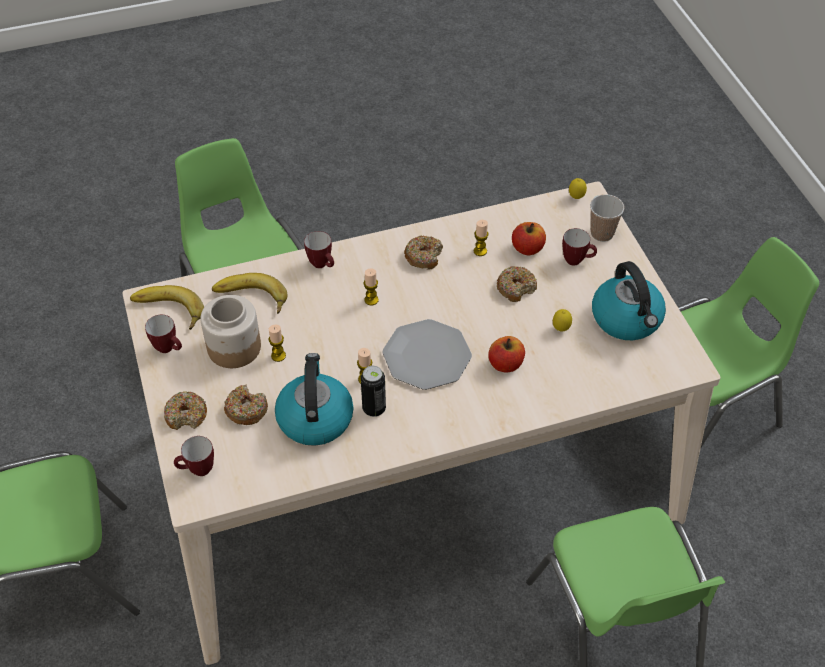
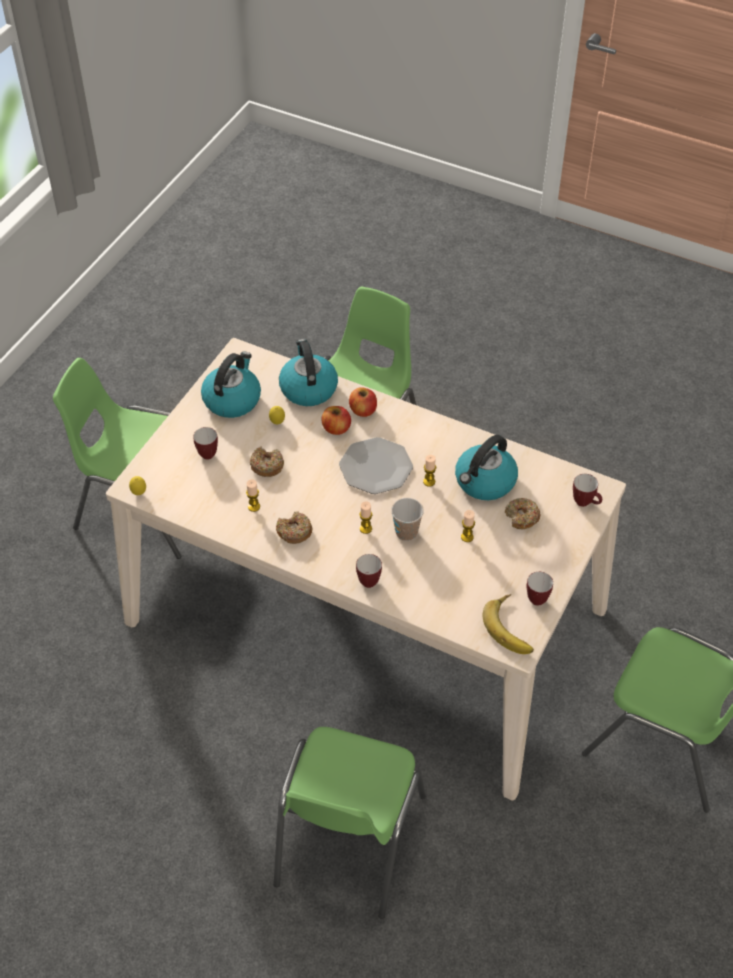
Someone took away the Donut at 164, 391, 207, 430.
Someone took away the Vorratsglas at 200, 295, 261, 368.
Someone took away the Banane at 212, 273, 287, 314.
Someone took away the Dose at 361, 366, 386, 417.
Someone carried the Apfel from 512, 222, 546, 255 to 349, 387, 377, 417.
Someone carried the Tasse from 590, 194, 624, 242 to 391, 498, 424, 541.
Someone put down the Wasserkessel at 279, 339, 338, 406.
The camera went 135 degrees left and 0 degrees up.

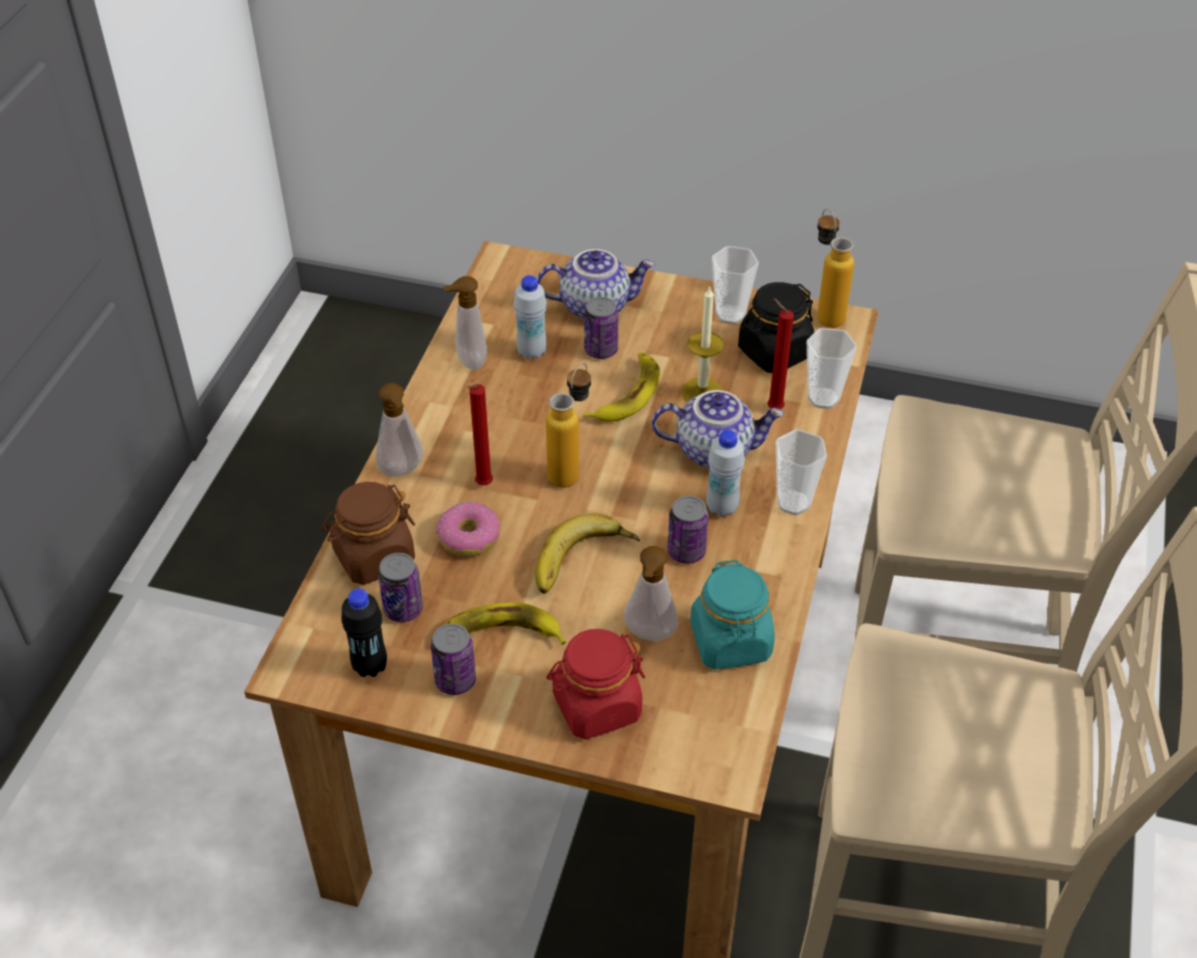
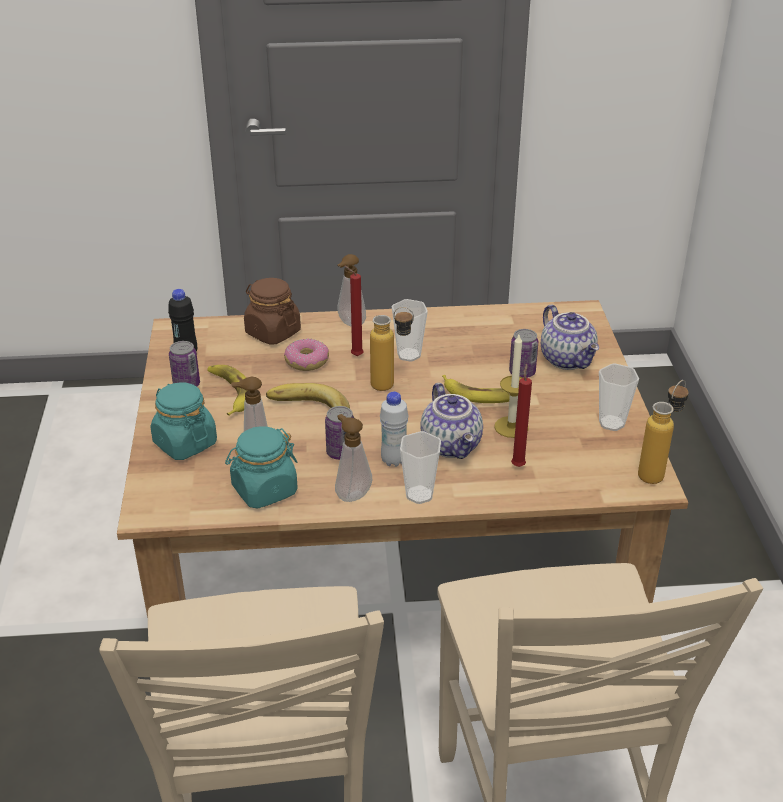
Someone took away the Dose at 378, 553, 423, 622.
Someone carried the Seifenspender from 443, 276, 487, 370 to 335, 414, 372, 502.
Someone took away the Flasche/weiß at 514, 275, 547, 360.
Someone repainted the Vorratsglas/rot at 546, 629, 645, 739, which became the Vorratsglas/türkis at 151, 383, 217, 460.
Someone took away the Vorratsglas/schwarz at 738, 282, 814, 373.
Someone carried the Tasse from 807, 328, 857, 409 to 392, 299, 428, 362.
The camera went 70 degrees right and 10 degrees down.

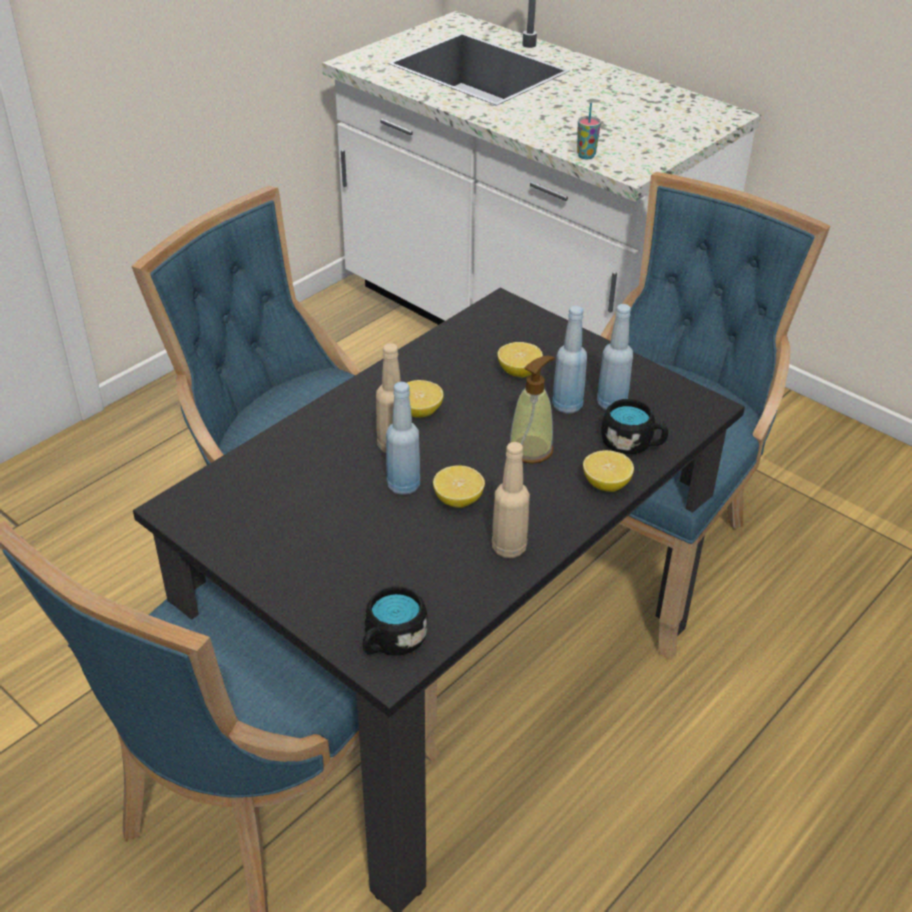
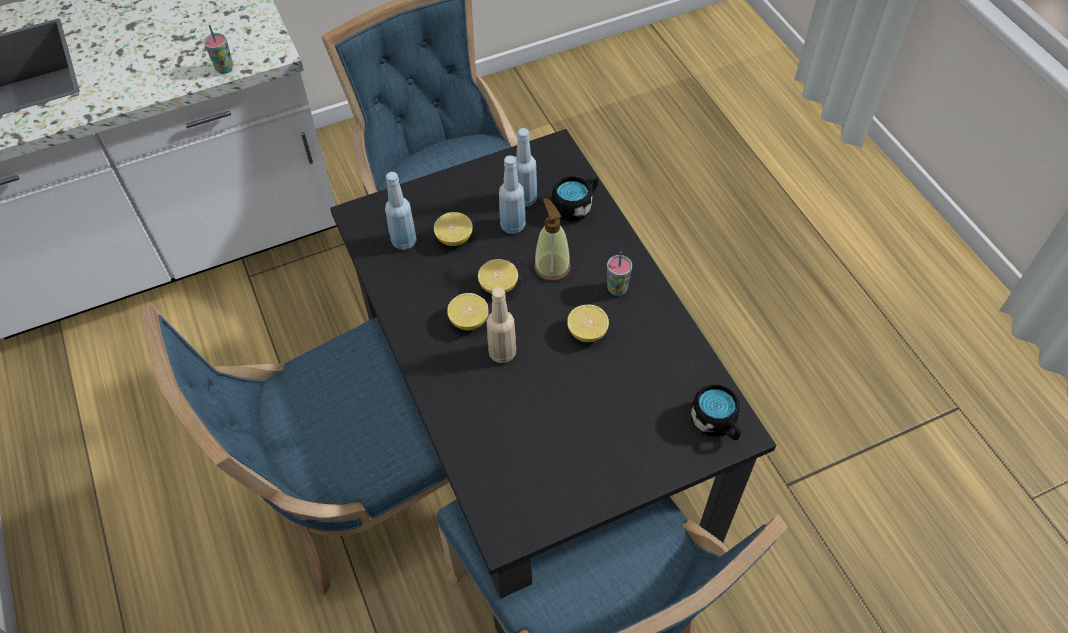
Someone carried the Flasche/blau from 386, 382, 420, 495 to 385, 172, 417, 250.
Someone took away the Flasche/beige at 492, 442, 530, 558.
Someone carried the Zitrone from 583, 450, 634, 492 to 478, 259, 518, 294.
Someone put down the Tasse at 607, 251, 632, 296.
The camera went 65 degrees left and 15 degrees up.

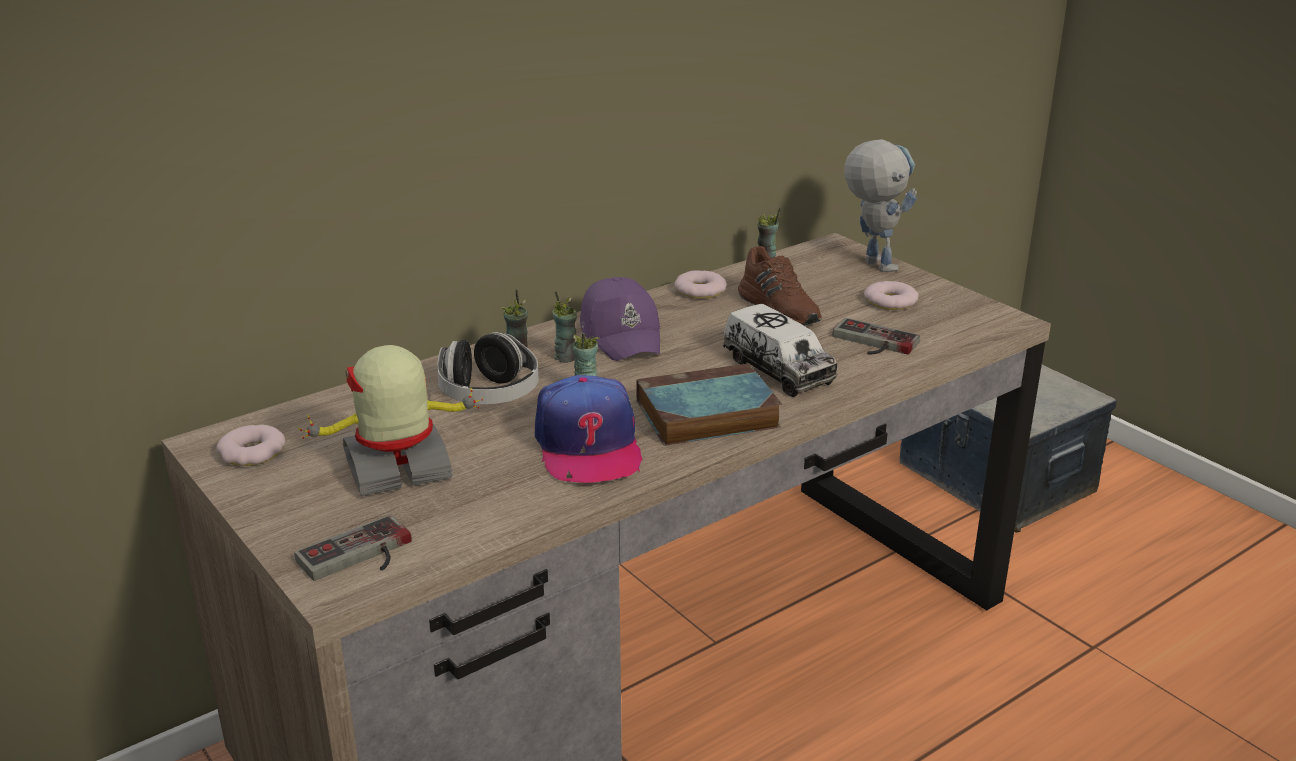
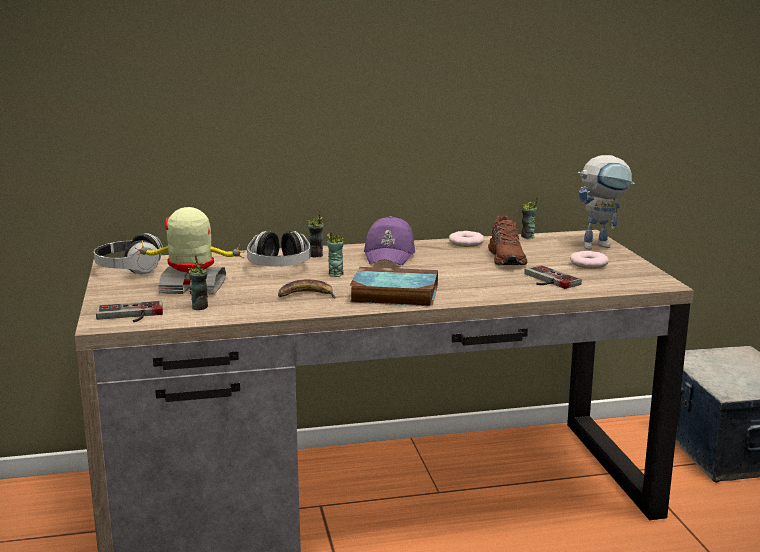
Someone swapped the Donut at 216, 425, 285, 466 for the Kopfhörer at 94, 233, 163, 274.
Someone swapped the Kappe at 535, 375, 643, 483 for the Banane at 278, 280, 337, 299.
Someone carried the Tasse from 552, 291, 577, 363 to 187, 255, 208, 310.
Someone took away the Spielzeuglaster at 723, 304, 838, 397.
Someone rotated the Spielzeugroboter at 845, 139, 917, 272 by 75 degrees clockwise.
The camera went 25 degrees right and 10 degrees down.

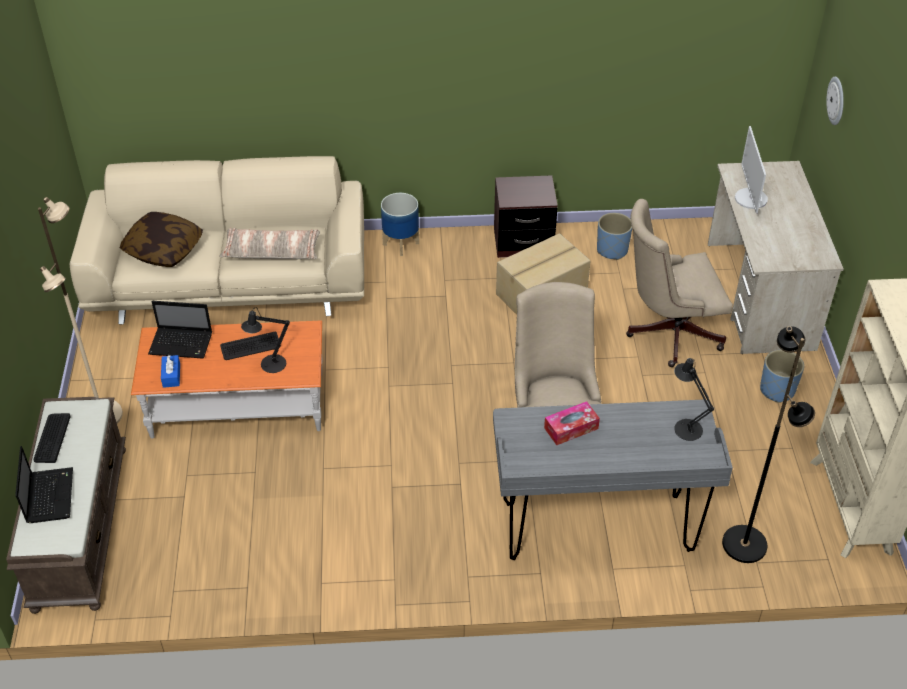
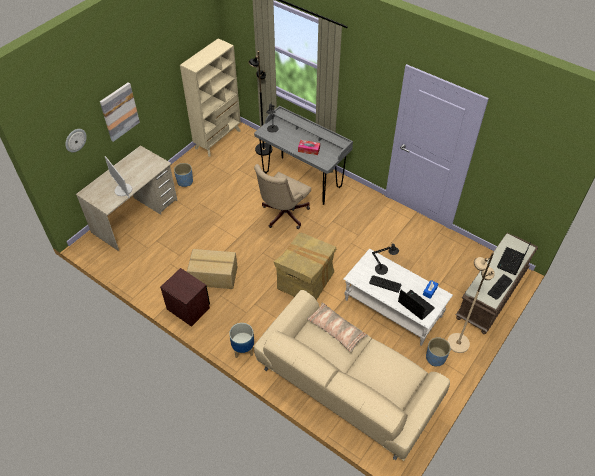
Someone took away the Kissen at 120, 212, 203, 267.
Someone repainted the Couchtisch/orange at 131, 321, 322, 439, which became the Couchtisch/weiß at 343, 249, 453, 346.
Someone carried the Pflanzkübel/blau from 597, 213, 632, 260 to 426, 337, 451, 366.
Someone took away the Bürostuhl/beige at 626, 199, 733, 367.
Someone rotated the Monitor at 735, 126, 768, 213 by 105 degrees clockwise.
Someone put up the Bild at 100, 82, 140, 142.
Someone put down the Karton at 273, 233, 336, 300.
The camera went 140 degrees left and 5 degrees up.

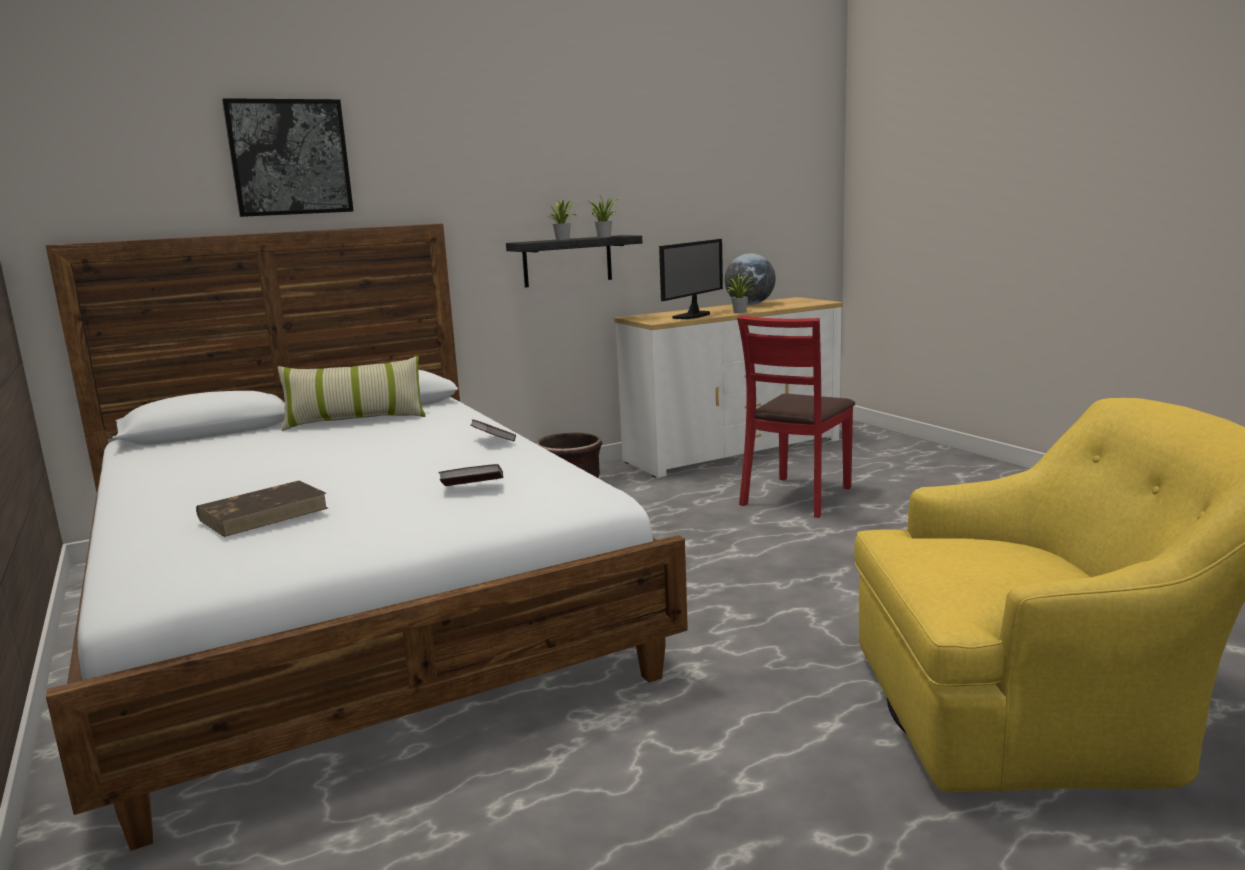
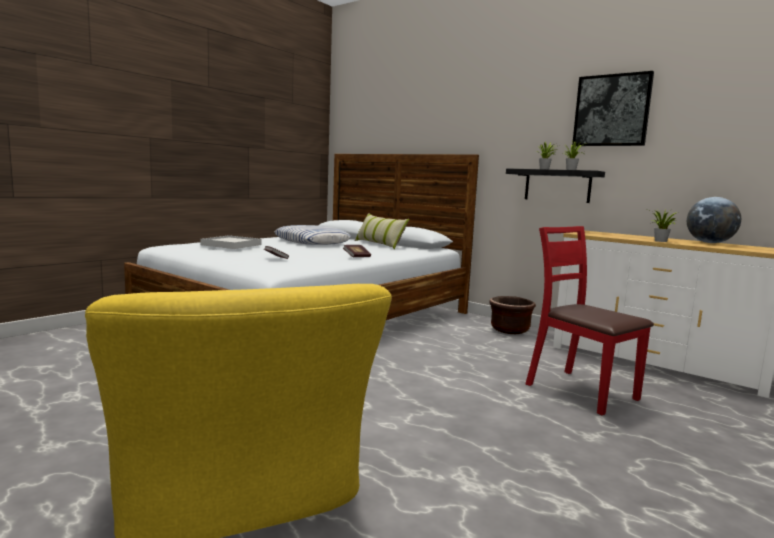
Someone swapped the Buch/braun at 196, 481, 328, 537 for the Tablett/weiß at 200, 235, 261, 249.
Someone carried the Bild from 222, 98, 354, 217 to 572, 71, 654, 146.
Someone took away the Monitor at 659, 239, 723, 319.
Someone rotated the Stuhl/rot at 737, 316, 855, 518 by 45 degrees clockwise.
Someone put down the Kissen at 275, 225, 351, 245.
The camera went 65 degrees right and 5 degrees down.

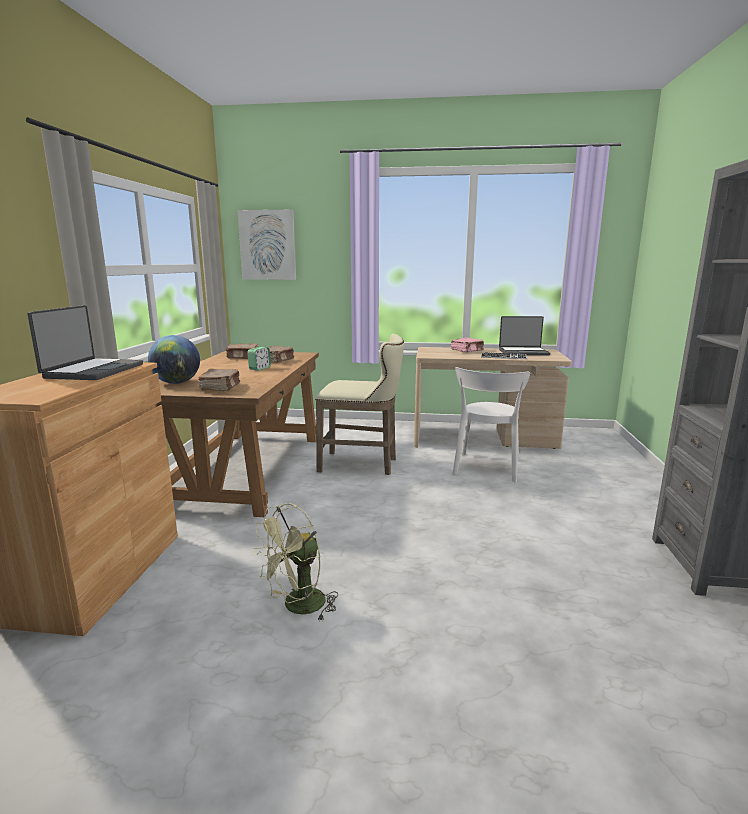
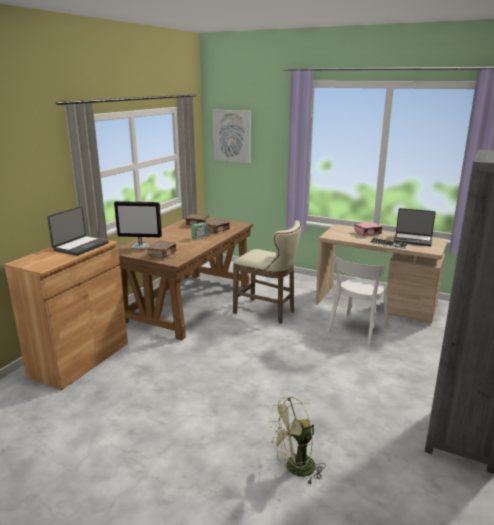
Someone swapped the Globus at 148, 335, 200, 384 for the Monitor at 114, 201, 162, 249.
Someone carried the Ventilator/grün from 253, 503, 338, 621 to 269, 397, 326, 485.
The camera went 20 degrees right and 5 degrees up.

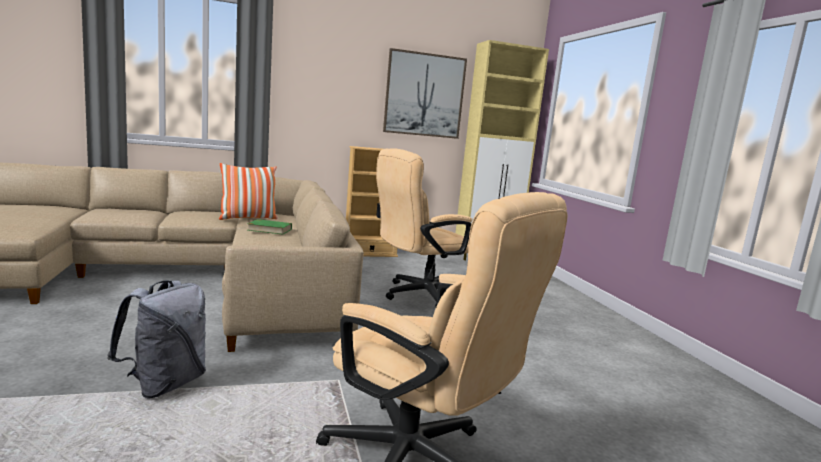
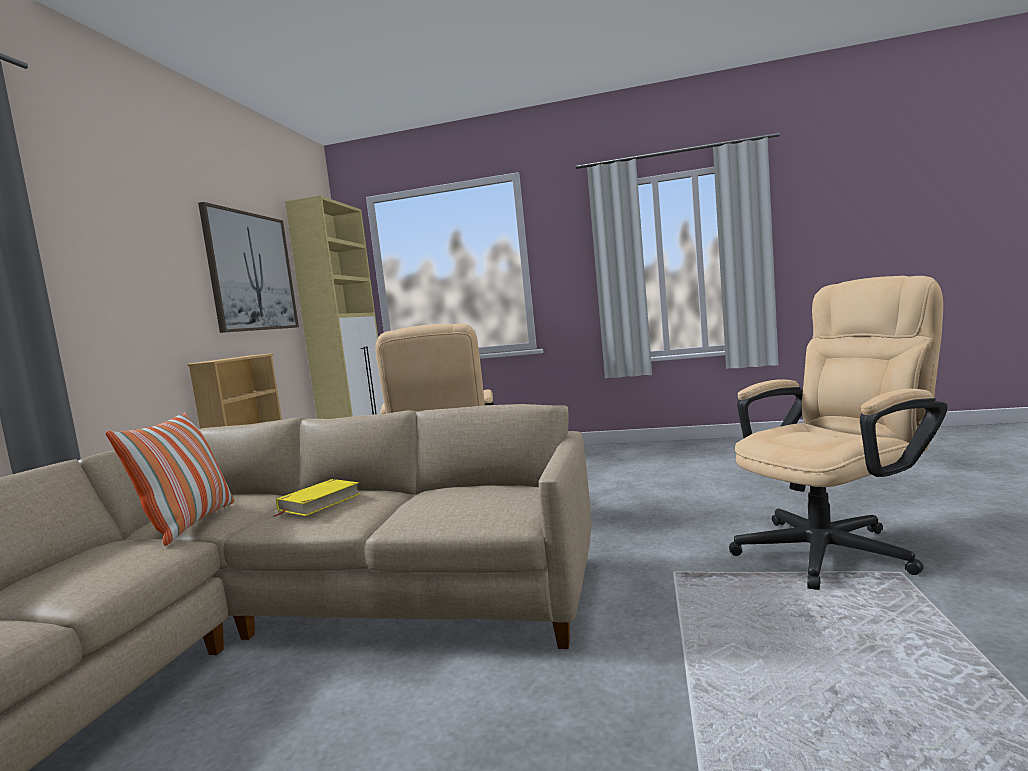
Someone took away the Rucksack/grau at 107, 280, 206, 399.
Someone repainted the Buch/grün at 248, 219, 292, 235, which became the Buch/gelb at 274, 479, 361, 517.
The camera went 60 degrees left and 5 degrees down.

